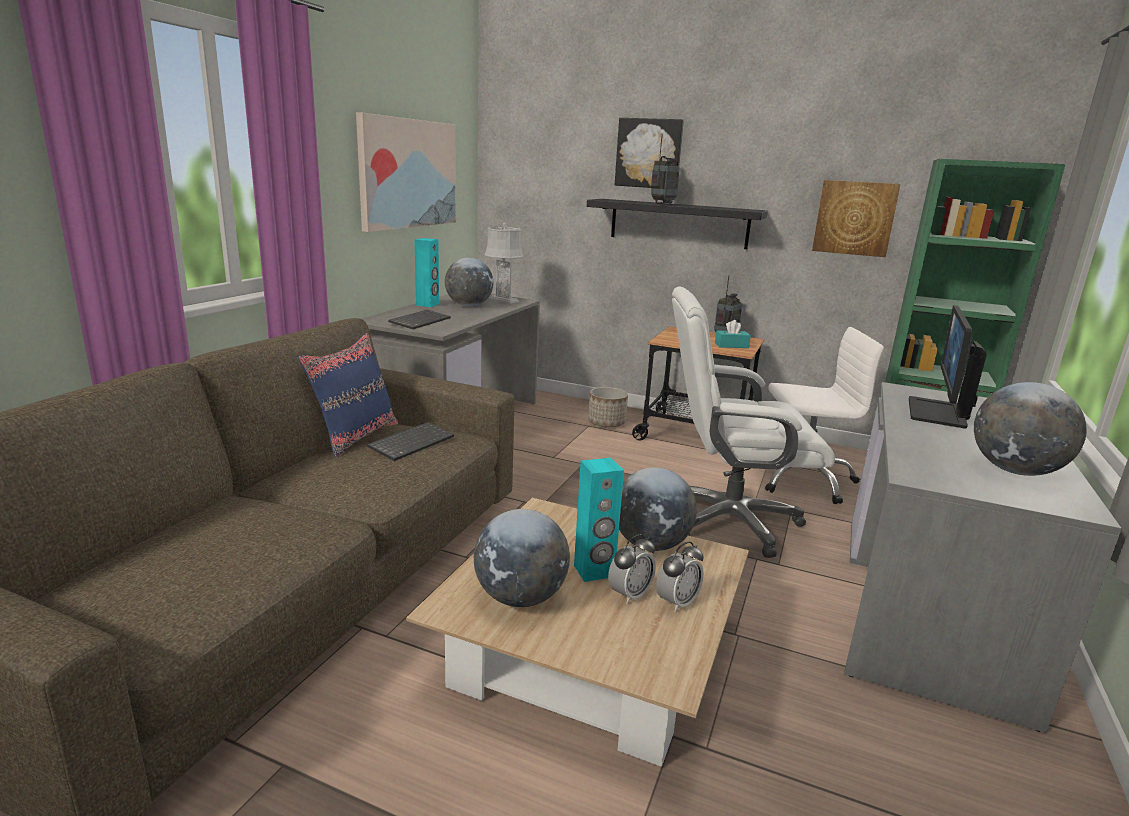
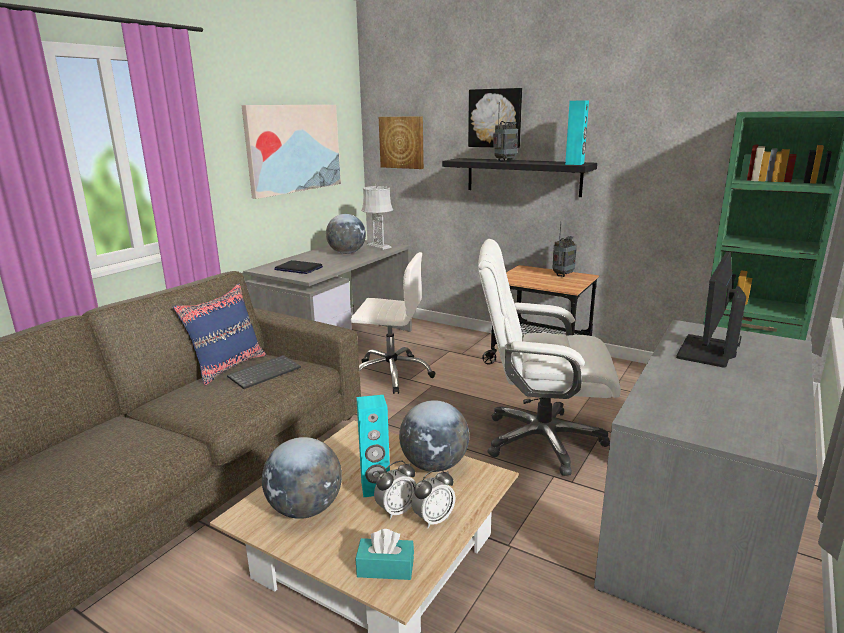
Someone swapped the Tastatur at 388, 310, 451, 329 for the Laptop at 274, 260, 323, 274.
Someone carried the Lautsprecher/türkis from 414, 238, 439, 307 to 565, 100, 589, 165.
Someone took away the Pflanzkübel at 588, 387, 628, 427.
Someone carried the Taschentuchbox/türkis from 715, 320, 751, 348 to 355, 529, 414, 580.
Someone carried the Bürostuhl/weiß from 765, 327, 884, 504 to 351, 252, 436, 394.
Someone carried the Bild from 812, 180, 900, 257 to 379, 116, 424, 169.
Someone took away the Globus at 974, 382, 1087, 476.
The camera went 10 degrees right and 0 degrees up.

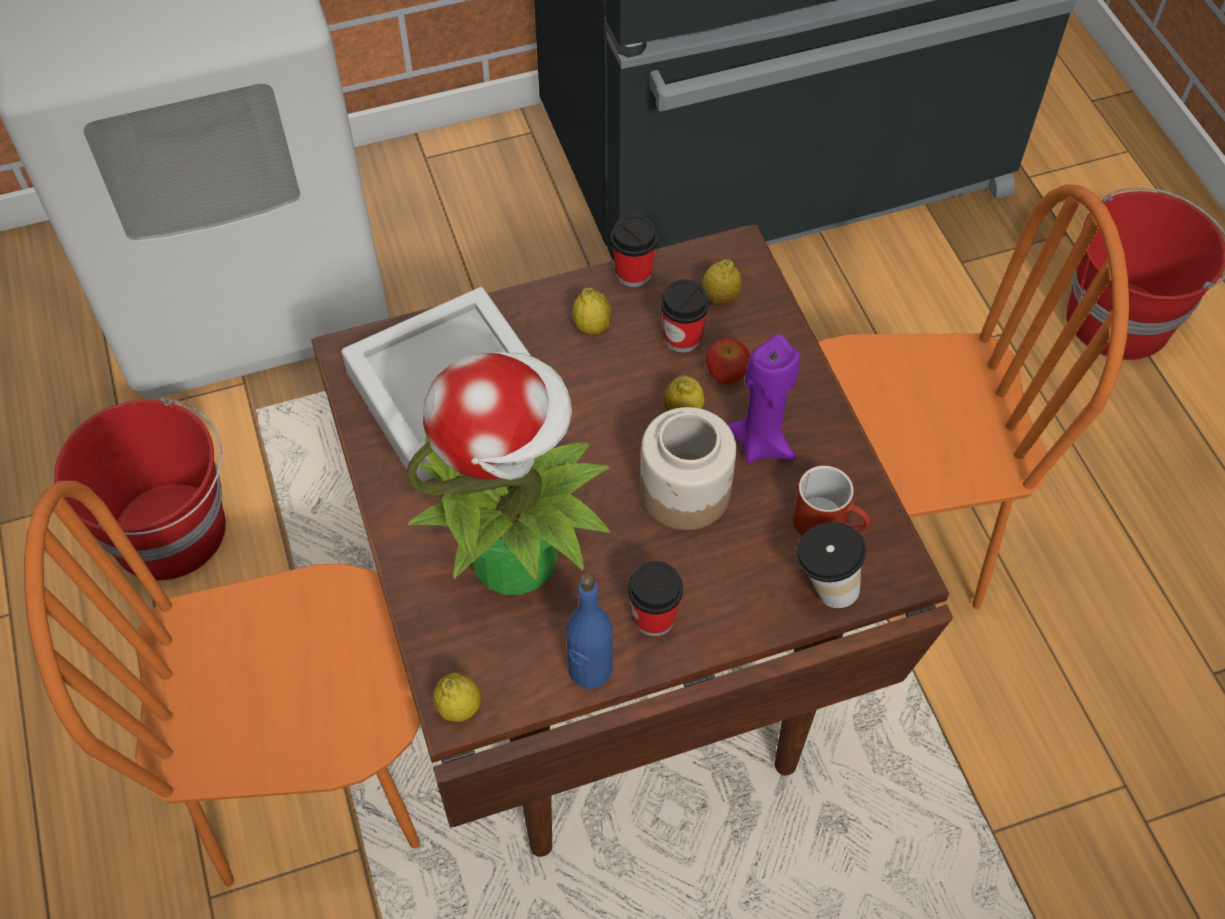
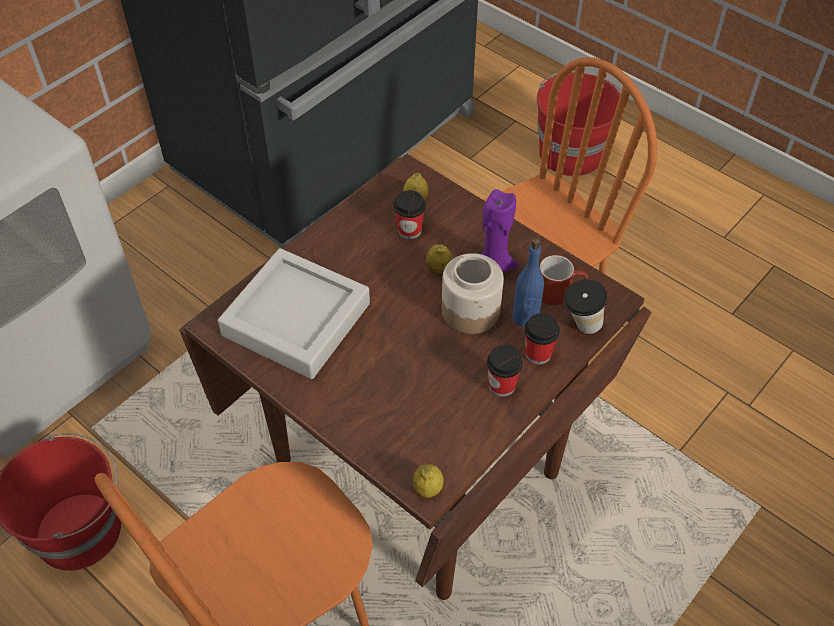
Someone took away the Topfpflanze at 407, 352, 610, 595.
Someone carried the Flasche/blau from 566, 573, 613, 689 to 512, 237, 544, 327.
Someone took away the Zitrone at 573, 288, 612, 335.
Someone carried the Tasse from 611, 214, 658, 287 to 525, 313, 560, 364.
Someone took away the Apfel at 706, 338, 750, 384.
The camera went 30 degrees left and 5 degrees down.

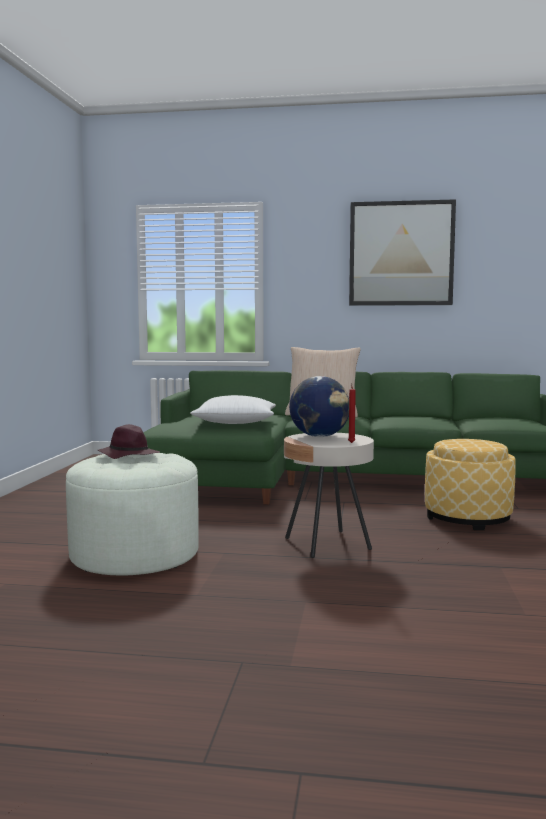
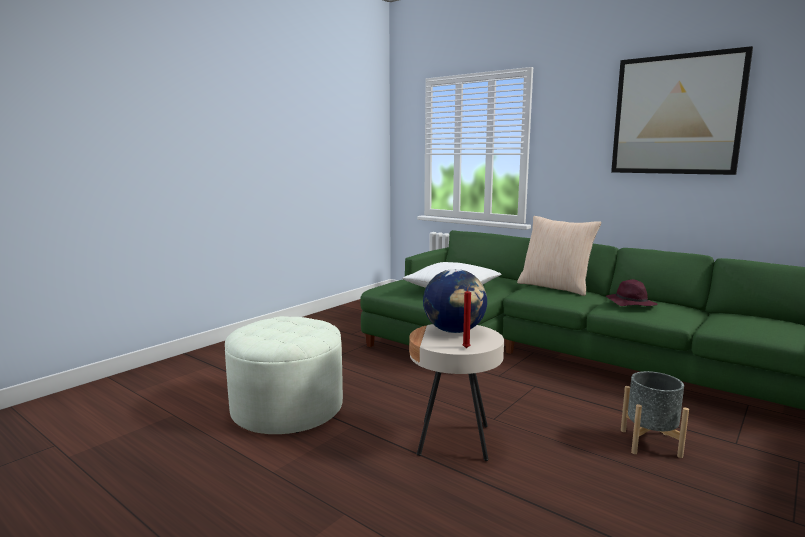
Someone carried the Hut/lila from 98, 424, 160, 459 to 606, 279, 658, 306.
Someone swapped the Polsterhocker at 425, 439, 516, 530 for the Pflanzkübel/grau at 621, 371, 689, 458.
The camera went 30 degrees right and 5 degrees up.

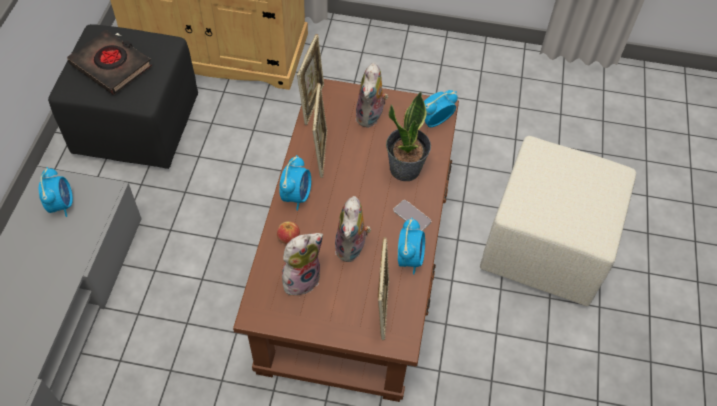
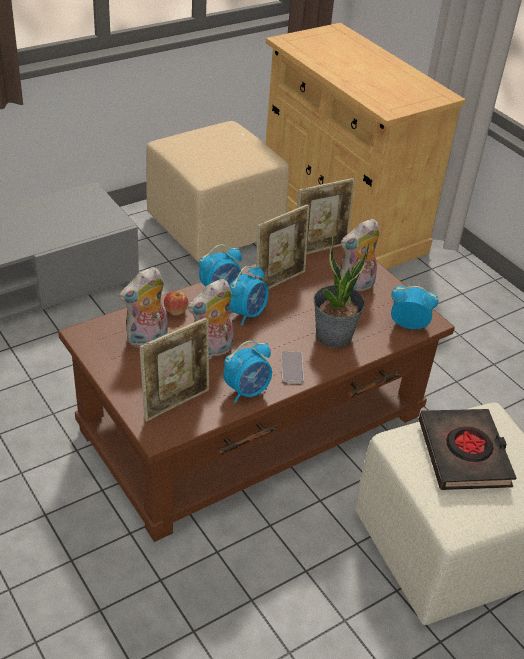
Someone carried the Wecker from 39, 167, 73, 217 to 229, 266, 269, 325.
Someone repainted the Polsterhocker/schwarz at 48, 24, 198, 169, which became the Polsterhocker/beige at 146, 121, 289, 262.
Someone carried the Buch/schwarz from 67, 30, 152, 95 to 419, 409, 517, 490.
Someone rotated the Plüschtier at 282, 233, 323, 295 by 135 degrees clockwise.
The camera went 45 degrees right and 15 degrees down.

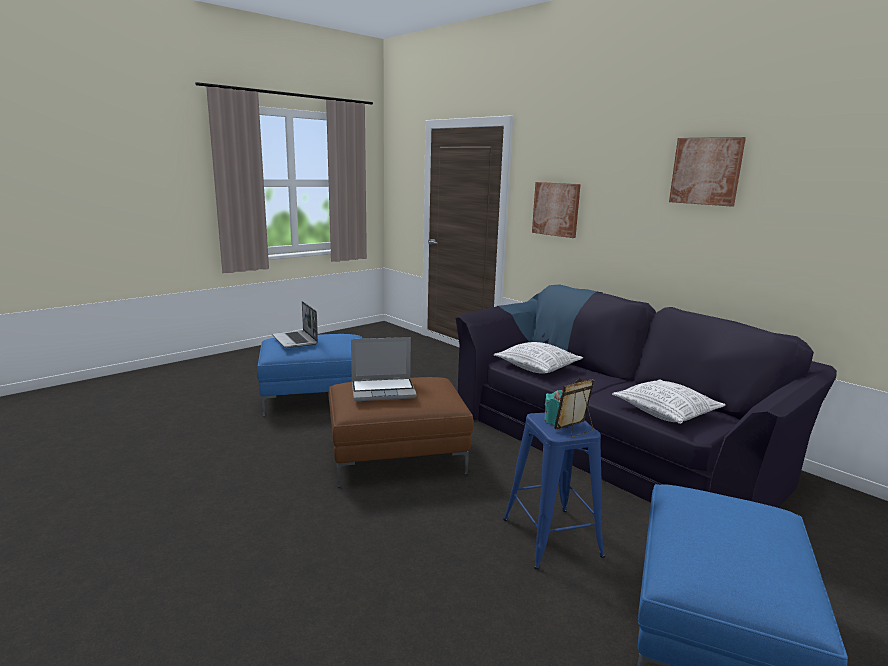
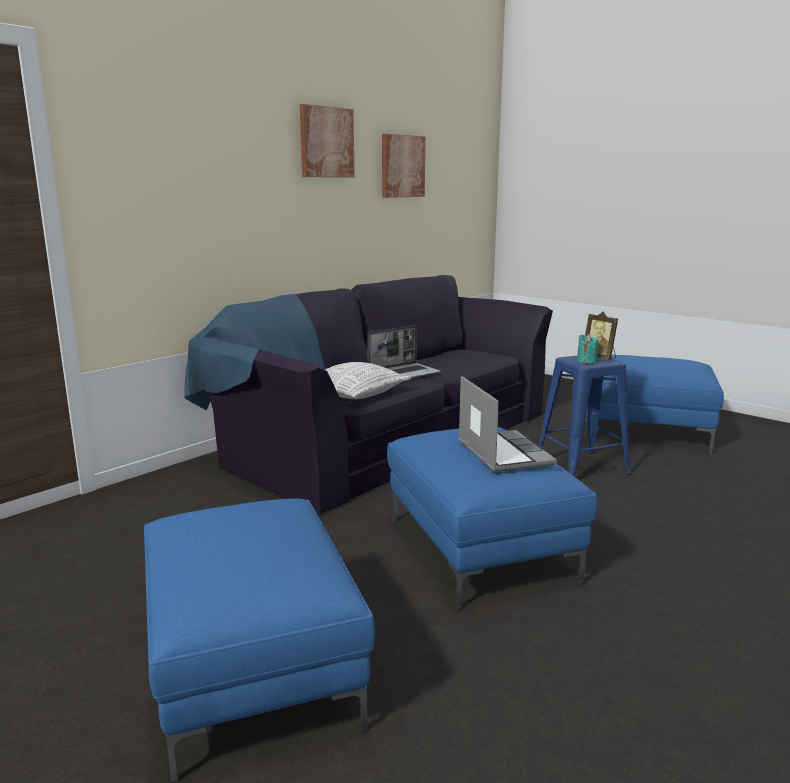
Someone carried the Laptop from 272, 301, 318, 348 to 368, 325, 441, 378.
Someone repainted the Polsterhocker/braun at 329, 377, 474, 488, which became the Polsterhocker/blau at 387, 427, 598, 609.
Someone carried the Bild from 532, 182, 581, 238 to 382, 134, 425, 198.
Someone took away the Kissen at 612, 379, 726, 424.
The camera went 95 degrees left and 0 degrees up.

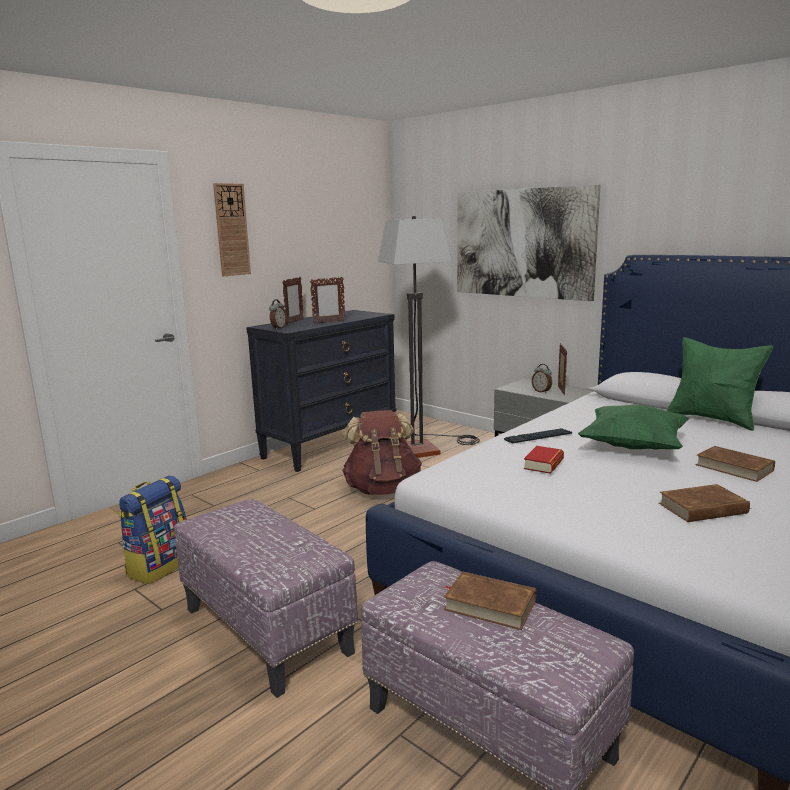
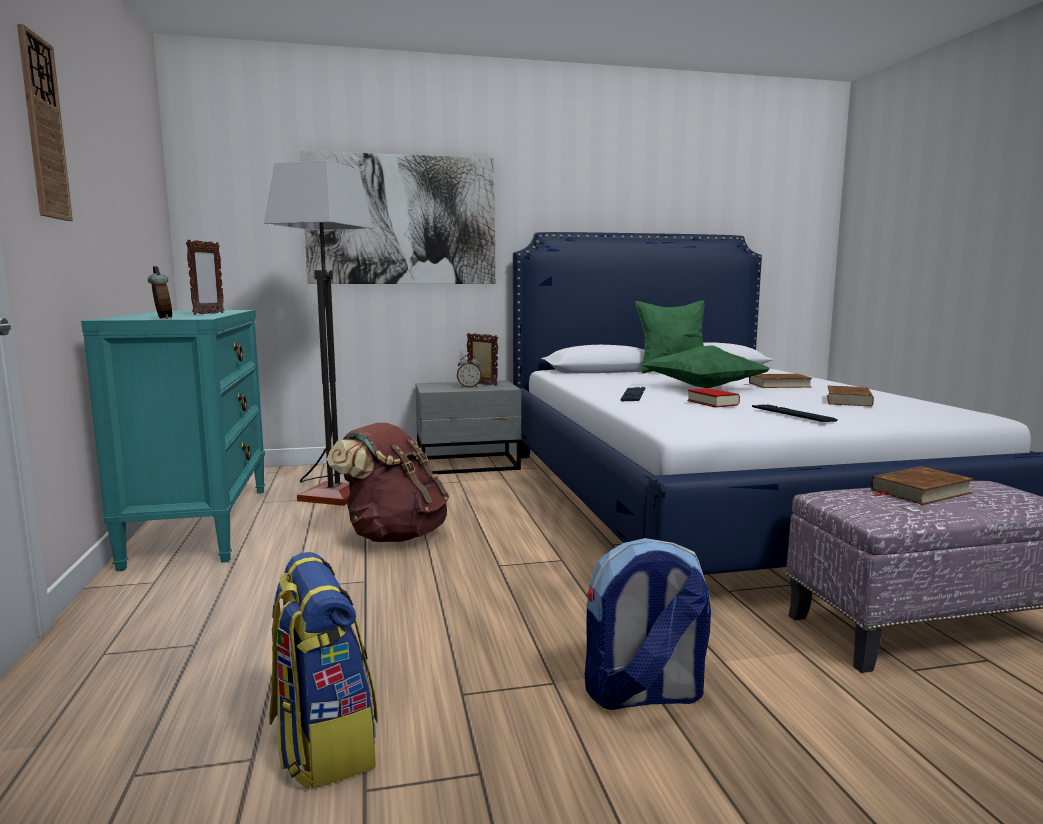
Someone swapped the Polsterhocker at 174, 499, 358, 698 for the Rucksack at 585, 538, 711, 710.
Someone repainted the Kommode/schwarz at 246, 310, 396, 472, which became the Kommode/türkis at 81, 310, 265, 571.
Someone took away the Bilderrahmen at 282, 277, 304, 325.
Someone put down the Tastatur at 752, 405, 838, 422.
The camera went 55 degrees left and 5 degrees down.

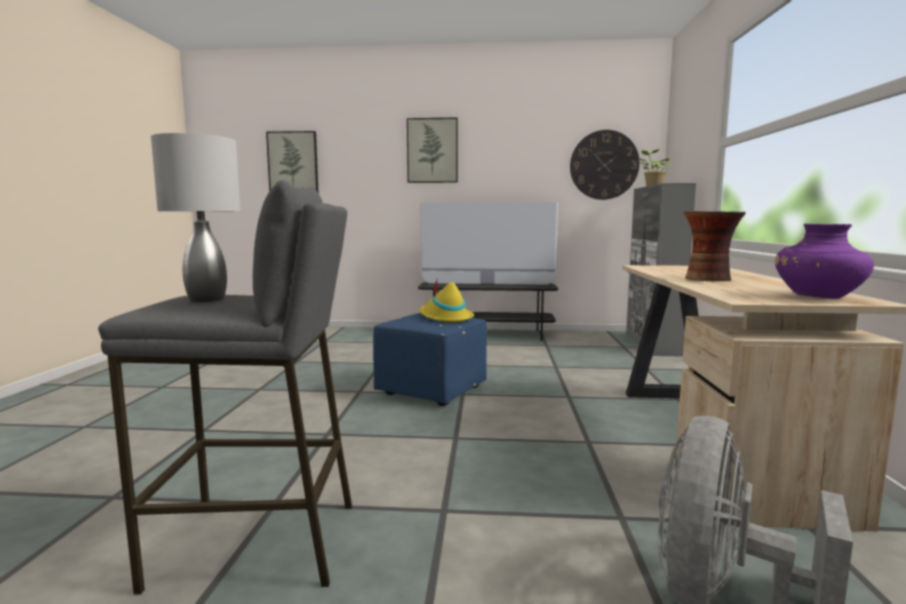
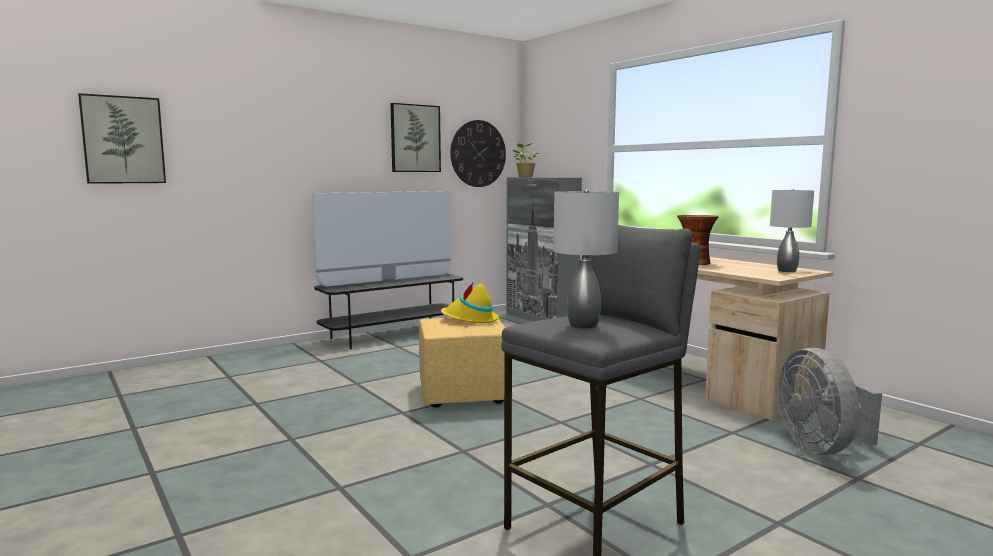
Someone repainted the Polsterhocker/blau at 373, 313, 487, 406, which became the Polsterhocker/gelb at 419, 317, 506, 408.
Someone carried the Bild from 407, 118, 458, 183 to 390, 103, 441, 172.
Someone swapped the Vase/lila at 775, 224, 874, 299 for the Tischlampe/grau at 770, 189, 814, 272.
The camera went 40 degrees left and 0 degrees up.

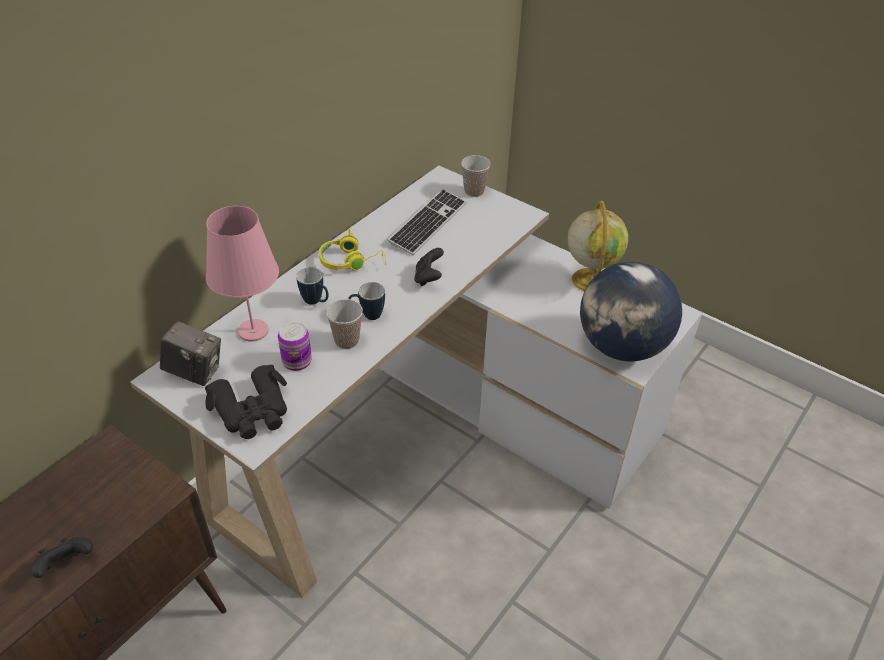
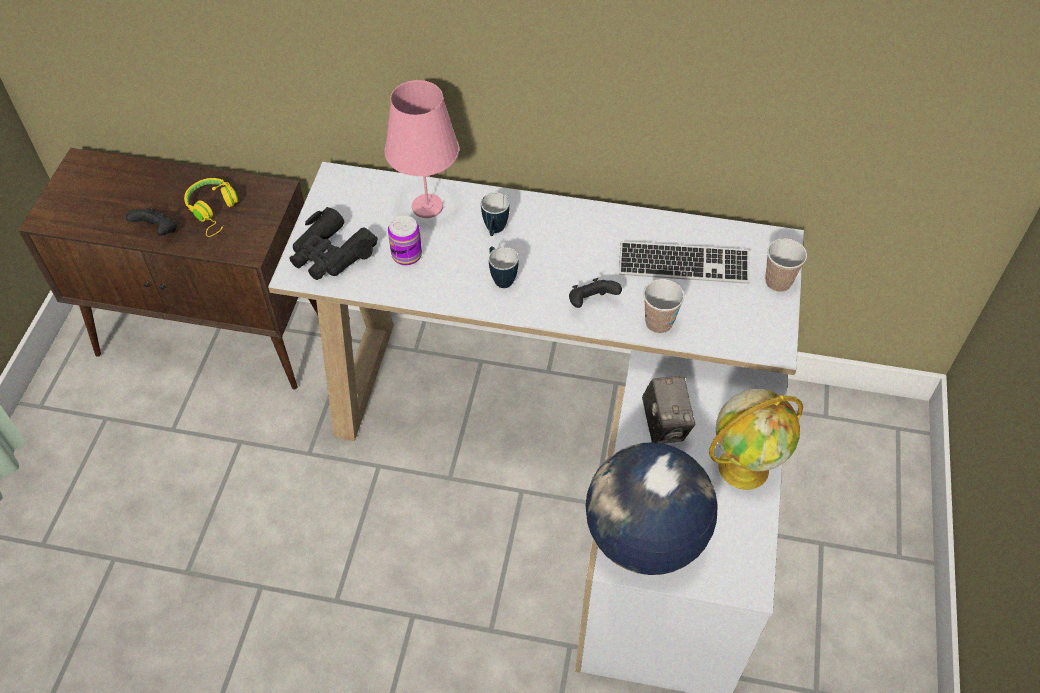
Someone carried the Kamera from 160, 321, 221, 386 to 642, 376, 695, 444.
Someone carried the Kopfhörer/gelb from 319, 228, 386, 270 to 184, 178, 238, 237.
Someone carried the Tasse from 326, 299, 363, 349 to 643, 279, 684, 334.
The camera went 65 degrees right and 10 degrees up.

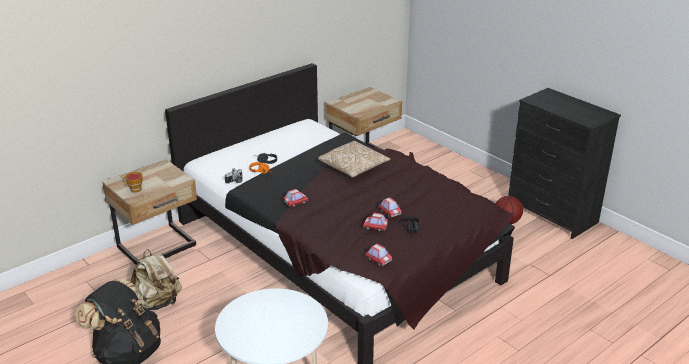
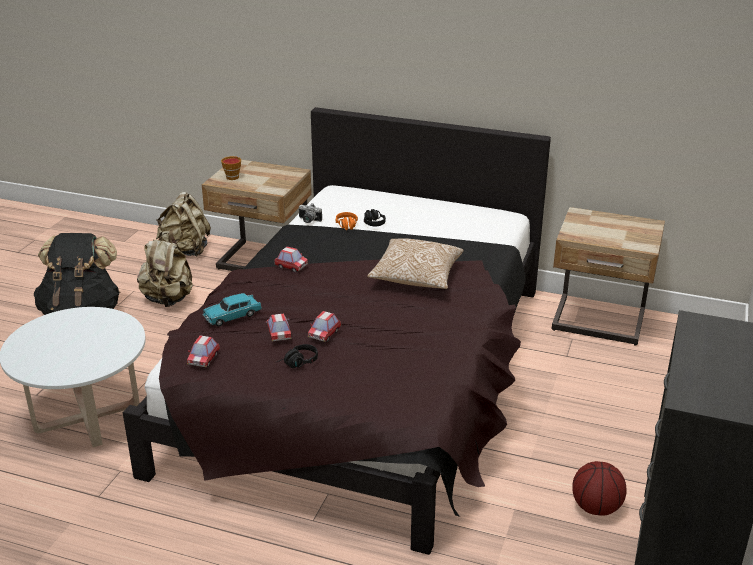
Someone put down the Rucksack/beige at 156, 192, 211, 257.
Someone put down the Spielzeugauto/türkis at 203, 293, 262, 326.
The camera went 60 degrees right and 0 degrees up.

